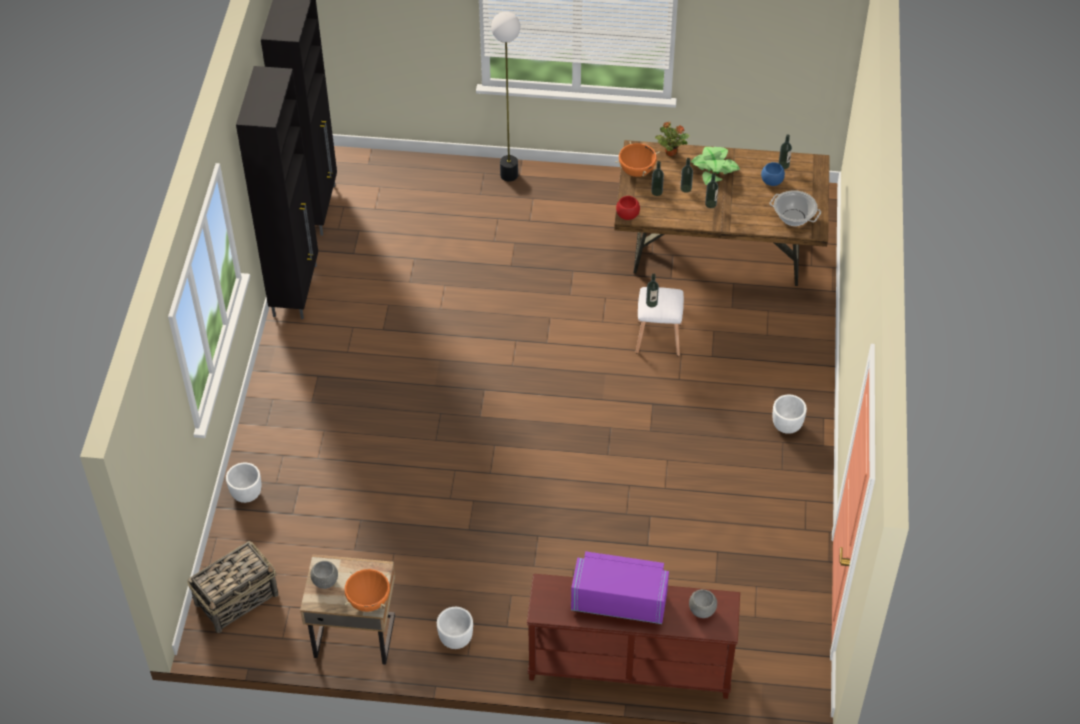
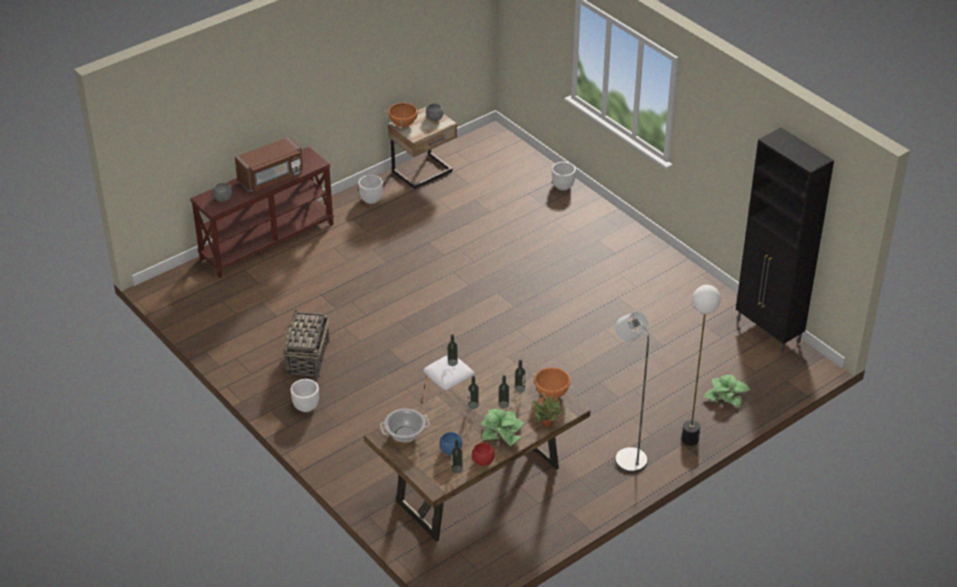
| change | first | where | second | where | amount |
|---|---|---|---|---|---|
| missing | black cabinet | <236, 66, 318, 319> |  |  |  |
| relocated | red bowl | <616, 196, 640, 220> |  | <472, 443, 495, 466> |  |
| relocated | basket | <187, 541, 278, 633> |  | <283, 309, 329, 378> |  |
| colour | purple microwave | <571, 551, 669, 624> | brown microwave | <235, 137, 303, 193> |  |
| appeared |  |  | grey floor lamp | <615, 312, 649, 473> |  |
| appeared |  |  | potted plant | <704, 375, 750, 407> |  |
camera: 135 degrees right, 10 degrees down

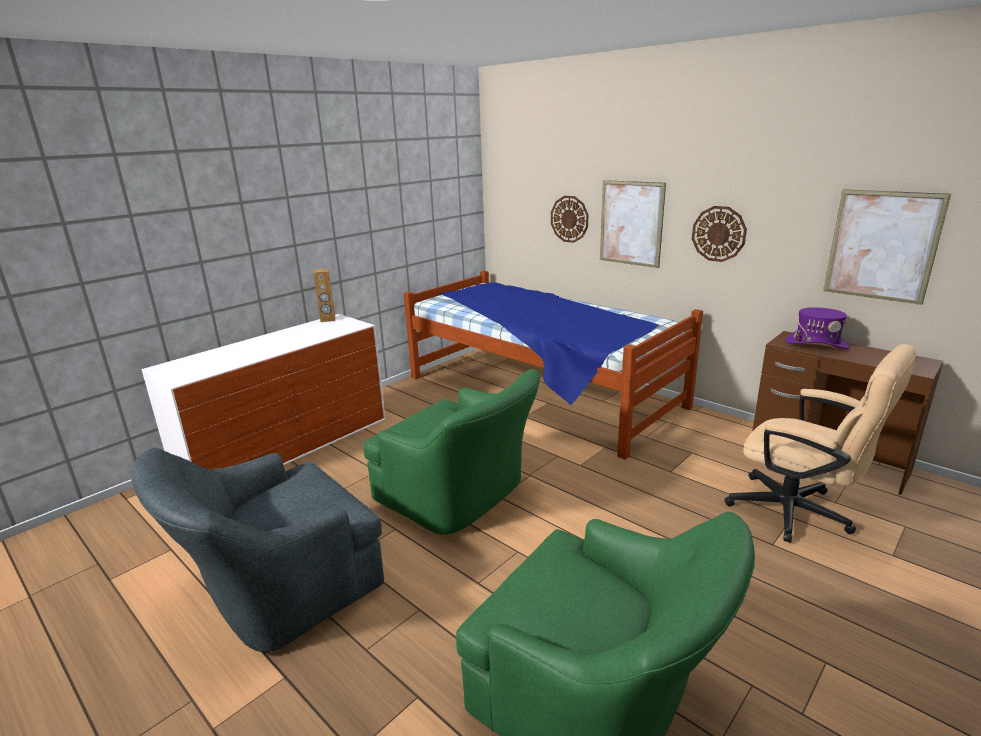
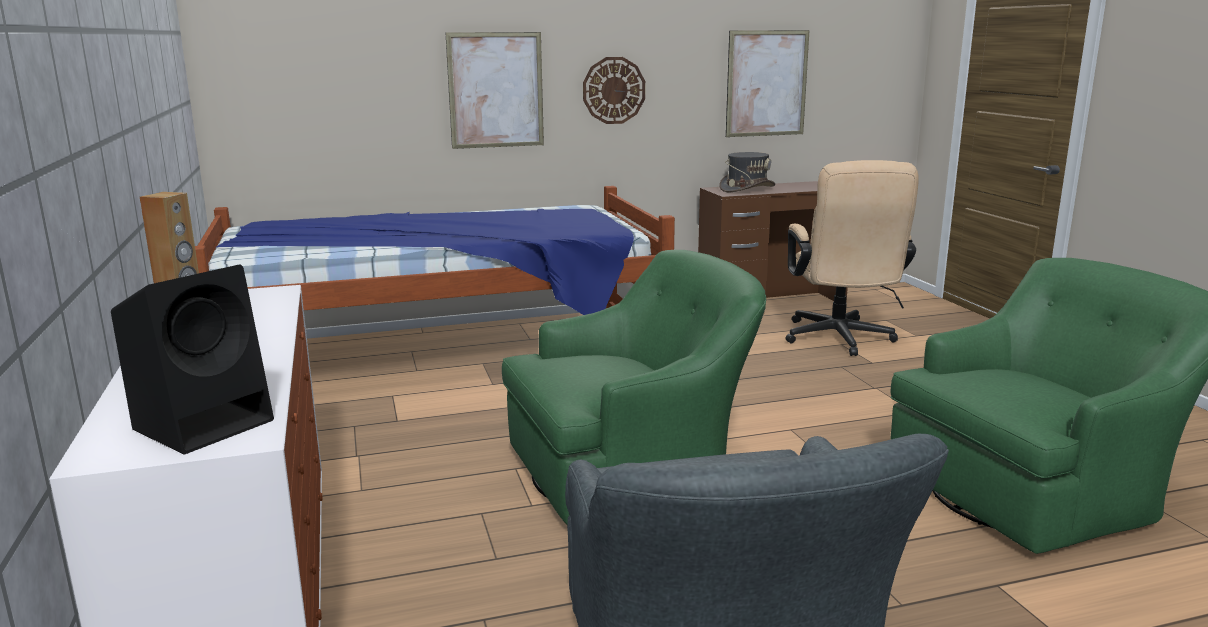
| change | first | where | second | where | amount |
|---|---|---|---|---|---|
| missing | wall clock | <551, 196, 588, 243> |  |  |  |
| colour | purple hat | <785, 307, 850, 349> | grey hat | <719, 152, 775, 193> |  |
| spun | beige office chair | <725, 344, 916, 543> |  | <785, 160, 919, 356> | 105 degrees clockwise |
| appeared |  |  | black speaker | <111, 265, 274, 454> |  |
camera: 60 degrees left, 5 degrees down

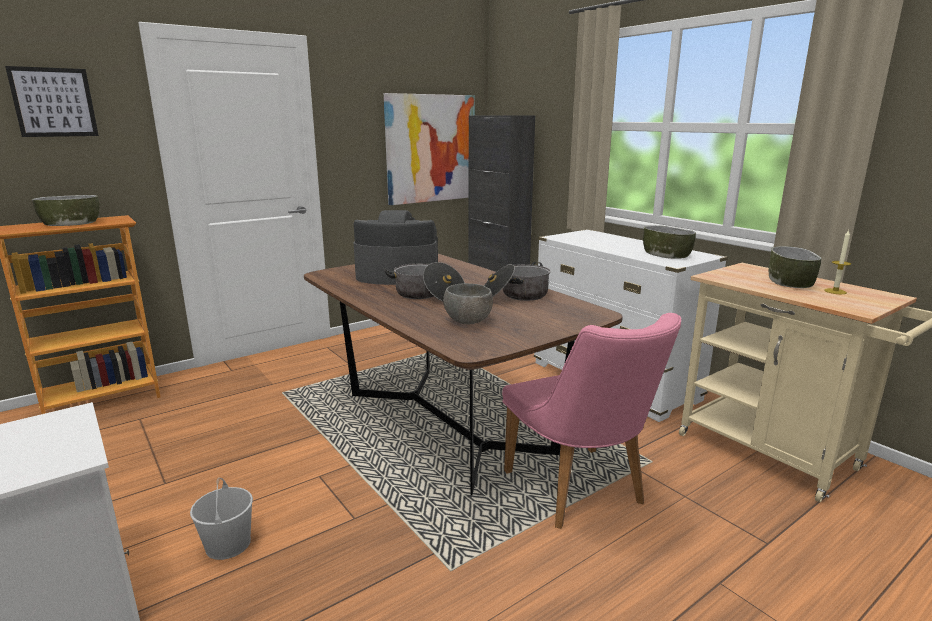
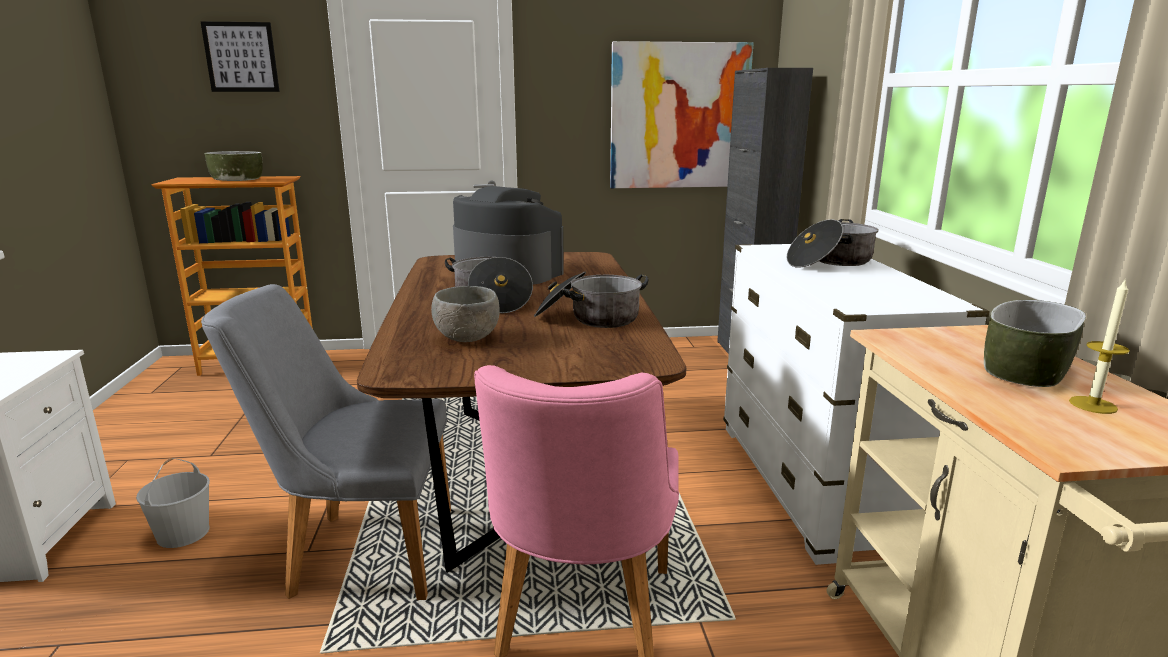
| change | first | where | second | where | amount |
|---|---|---|---|---|---|
| missing | bowl | <643, 225, 696, 259> |  |  |  |
| appeared |  |  | cooking pot | <787, 219, 879, 268> |  |
| appeared |  |  | grey chair | <201, 284, 451, 600> |  |
camera: 30 degrees right, 0 degrees up

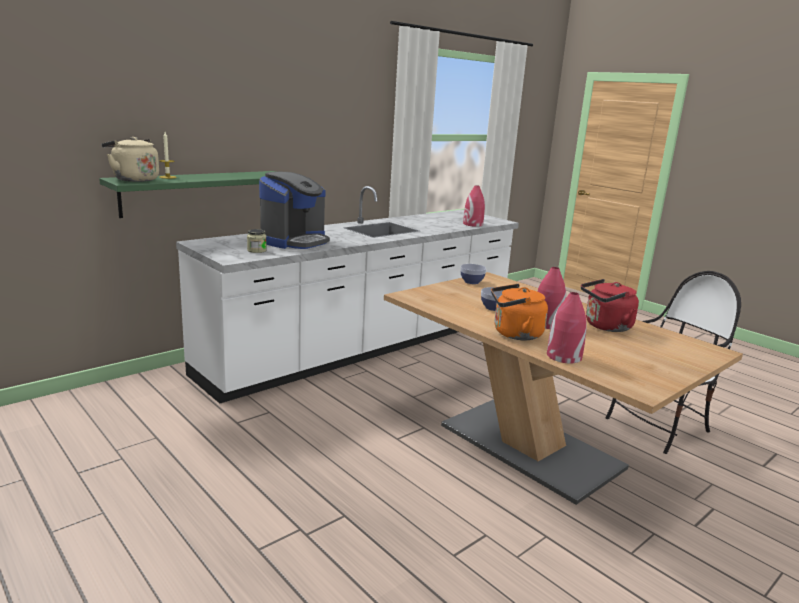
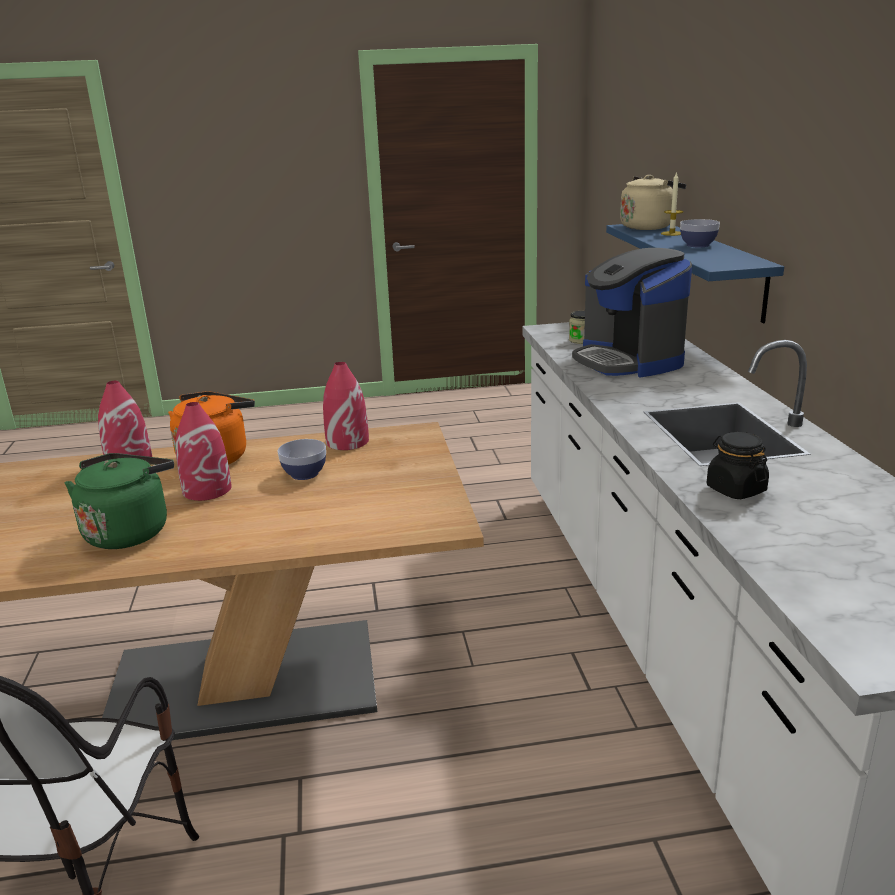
| change | first | where | second | where | amount |
|---|---|---|---|---|---|
| colour | green shelf | <99, 171, 276, 218> | blue shelf | <606, 224, 784, 323> |  |
| relocated | red vase | <463, 185, 485, 227> |  | <323, 362, 369, 450> |  |
| relocated | bowl | <460, 264, 486, 284> |  | <680, 219, 720, 247> |  |
| colour | red kettle | <581, 279, 639, 332> | green kettle | <65, 453, 174, 549> |  |
| appeared |  |  | black jar | <706, 432, 769, 499> |  |
camera: 125 degrees right, 5 degrees up

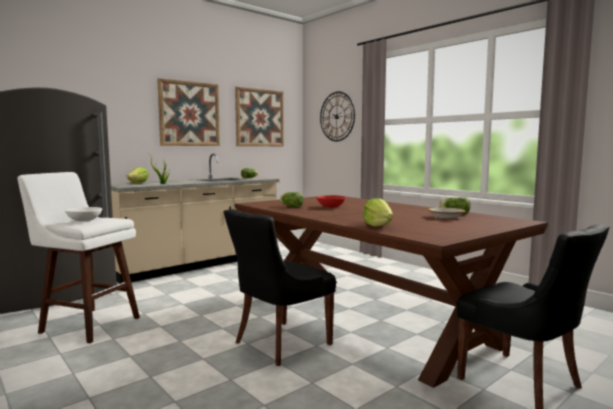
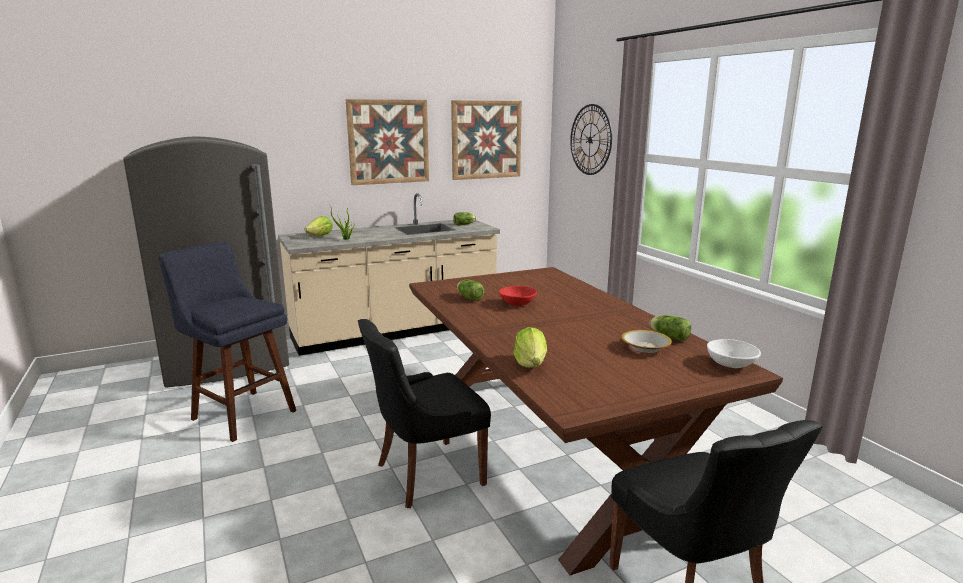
| change | first | where | second | where | amount |
|---|---|---|---|---|---|
| colour | white stool | <17, 172, 140, 343> | blue stool | <158, 242, 296, 442> |  |
| relocated | white bowl | <65, 207, 102, 221> |  | <707, 339, 761, 368> |  |
camera: 15 degrees right, 10 degrees up

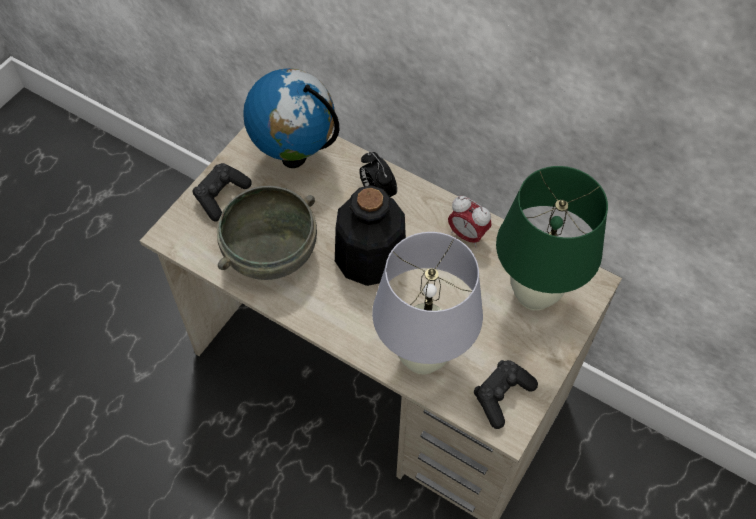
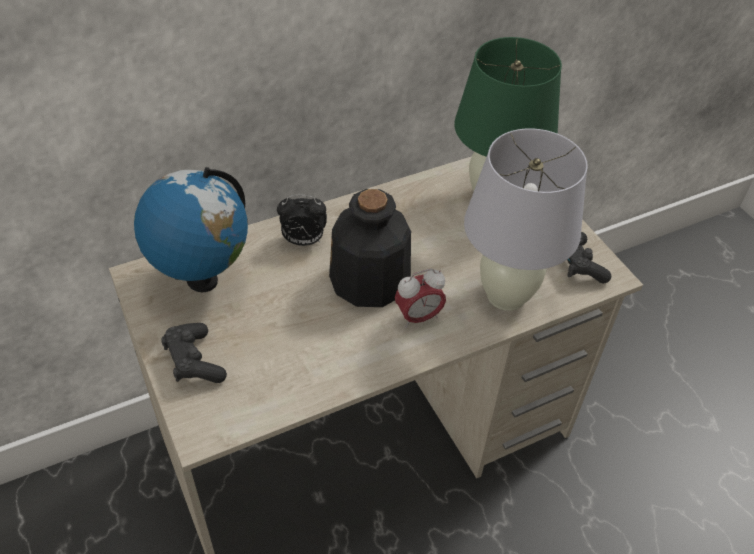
| change | first | where | second | where | amount |
|---|---|---|---|---|---|
| missing | grey bowl | <217, 186, 317, 280> |  |  |  |
| relocated | alarm clock | <448, 196, 491, 247> |  | <395, 269, 446, 328> |  |
camera: 60 degrees left, 10 degrees down

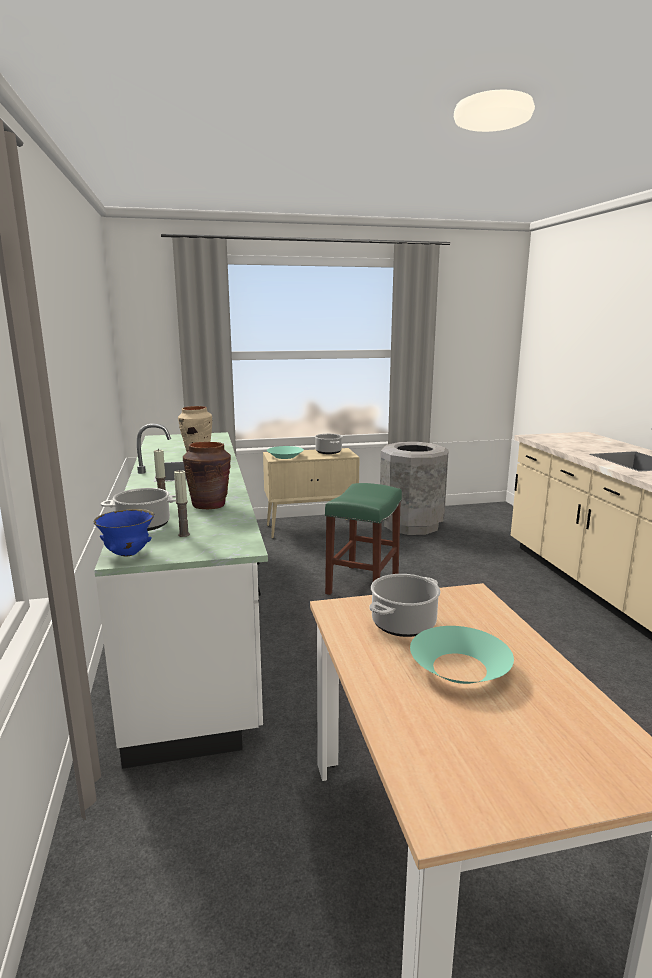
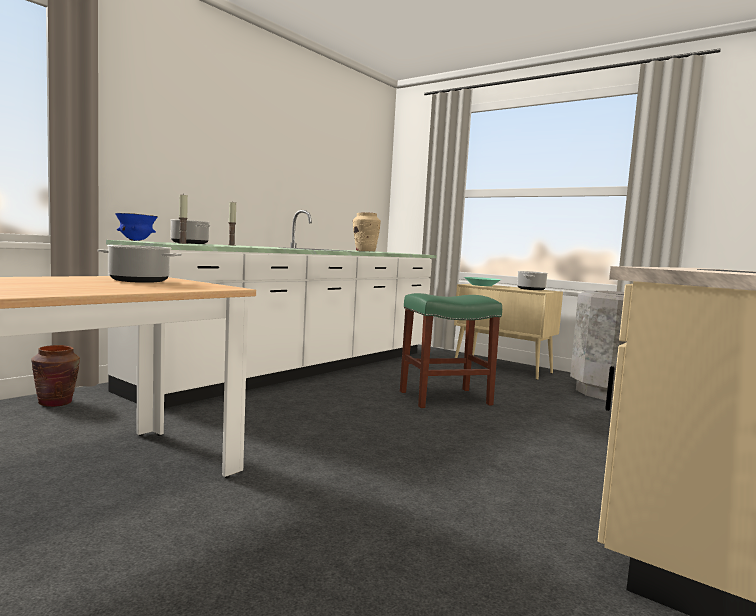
| change | first | where | second | where | amount |
|---|---|---|---|---|---|
| relocated | brown vase | <183, 442, 231, 509> |  | <31, 345, 80, 407> |  |
| missing | turquoise bowl | <410, 626, 514, 684> |  |  |  |
camera: 50 degrees right, 10 degrees down

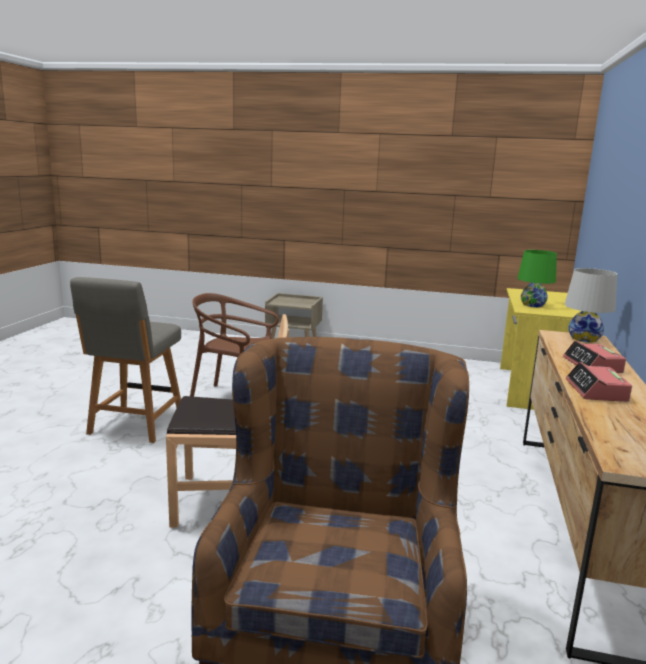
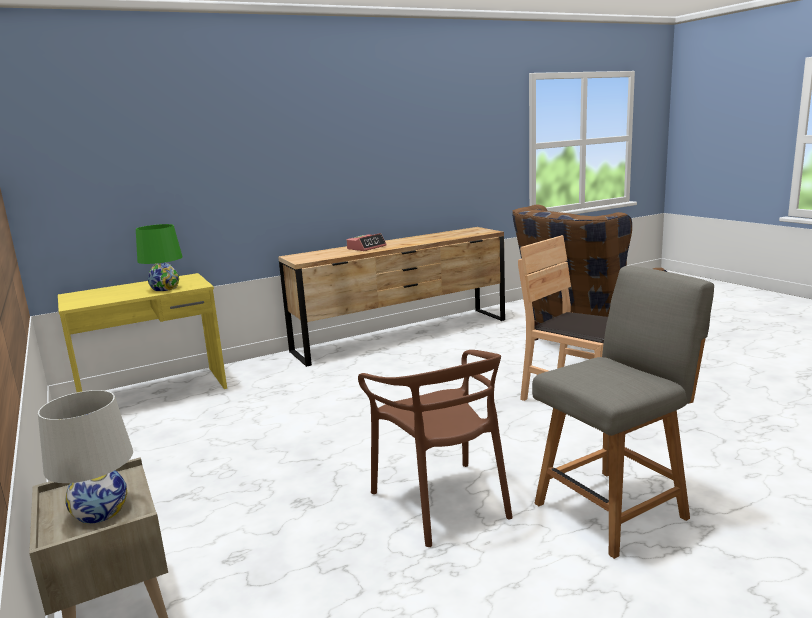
| change | first | where | second | where | amount |
|---|---|---|---|---|---|
| relocated | white table lamp | <565, 268, 617, 343> |  | <38, 390, 133, 524> |  |
| missing | alarm clock | <566, 362, 632, 402> |  |  |  |
camera: 130 degrees left, 0 degrees up

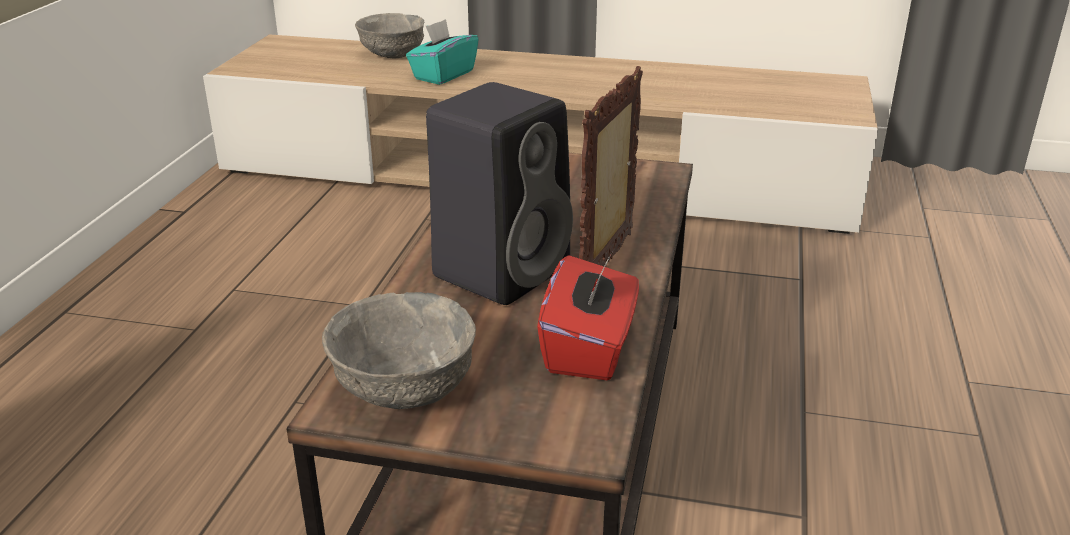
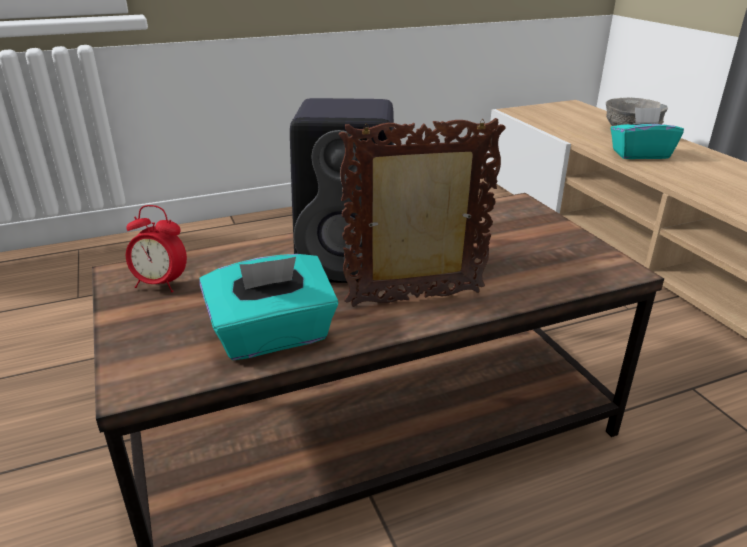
| change | first | where | second | where | amount |
|---|---|---|---|---|---|
| colour | red tissue box | <537, 253, 639, 380> | turquoise tissue box | <199, 254, 339, 360> |  |
| exchanged | grey bowl | <322, 292, 476, 409> | alarm clock | <126, 205, 187, 292> |  |
camera: 55 degrees right, 0 degrees up

